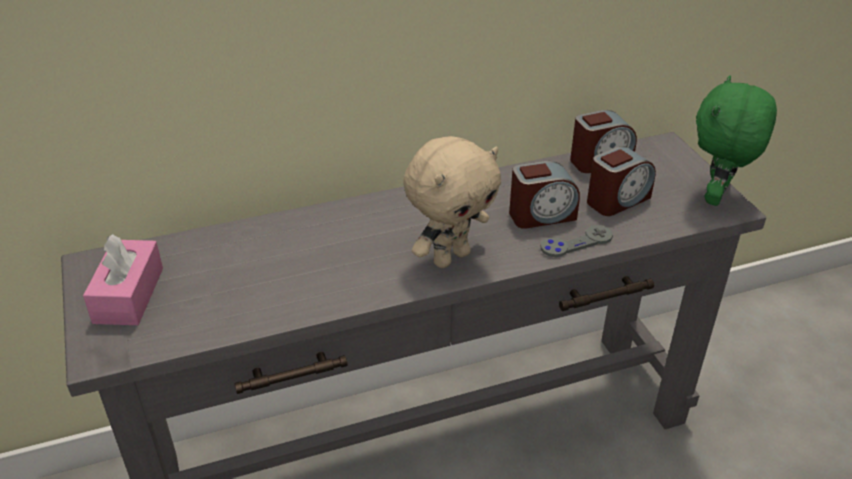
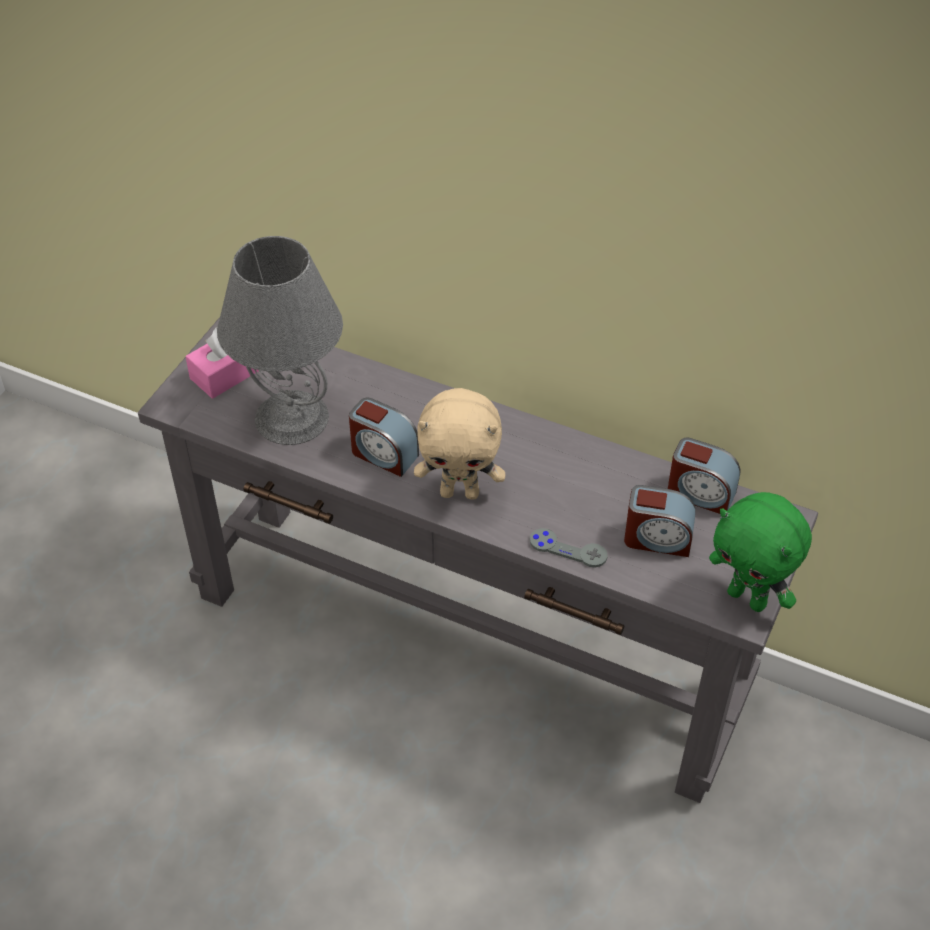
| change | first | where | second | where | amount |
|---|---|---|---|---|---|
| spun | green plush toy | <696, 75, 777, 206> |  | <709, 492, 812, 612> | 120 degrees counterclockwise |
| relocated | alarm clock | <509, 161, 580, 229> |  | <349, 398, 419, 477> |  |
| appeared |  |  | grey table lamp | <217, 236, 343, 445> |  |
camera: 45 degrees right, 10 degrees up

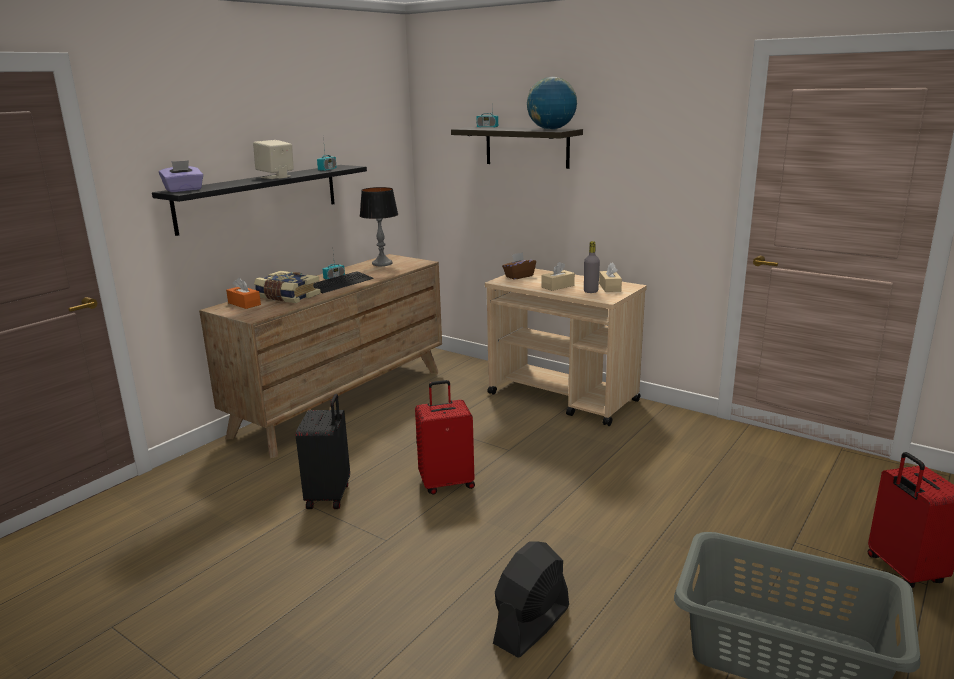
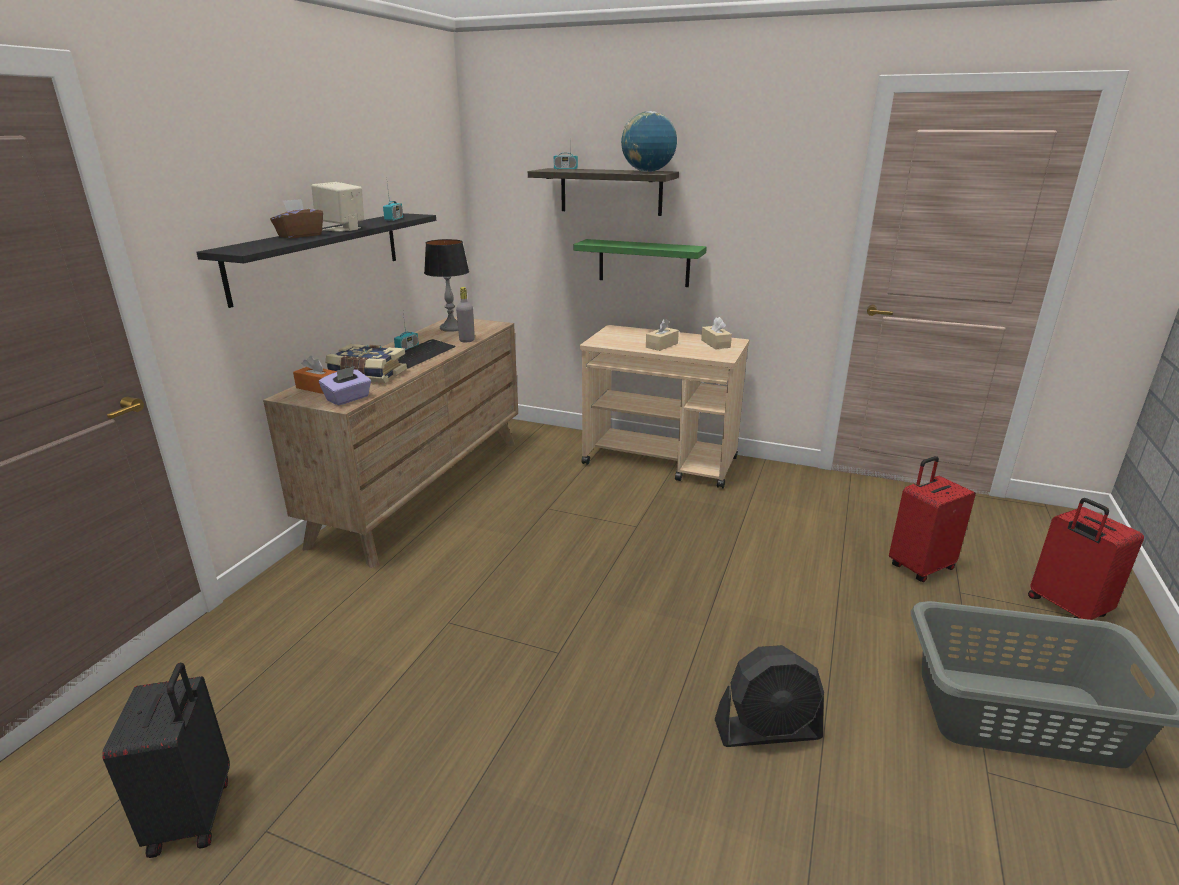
| change | first | where | second | where | amount |
|---|---|---|---|---|---|
| relocated | purple tissue box | <159, 160, 203, 192> |  | <319, 366, 371, 405> |  |
| relocated | grey bottle | <584, 241, 600, 293> |  | <456, 287, 475, 342> |  |
| relocated | brown tissue box | <502, 252, 536, 280> |  | <270, 199, 323, 238> |  |
| relocated | red suitcase | <415, 380, 475, 495> |  | <889, 456, 976, 582> |  |
| relocated | black suitcase | <296, 394, 350, 509> |  | <102, 663, 230, 858> |  |
| spun | black fan | <493, 541, 569, 658> |  | <715, 645, 824, 747> | 120 degrees counterclockwise |
| appeared |  |  | green shelf | <573, 239, 707, 287> |  |
camera: 15 degrees left, 5 degrees up

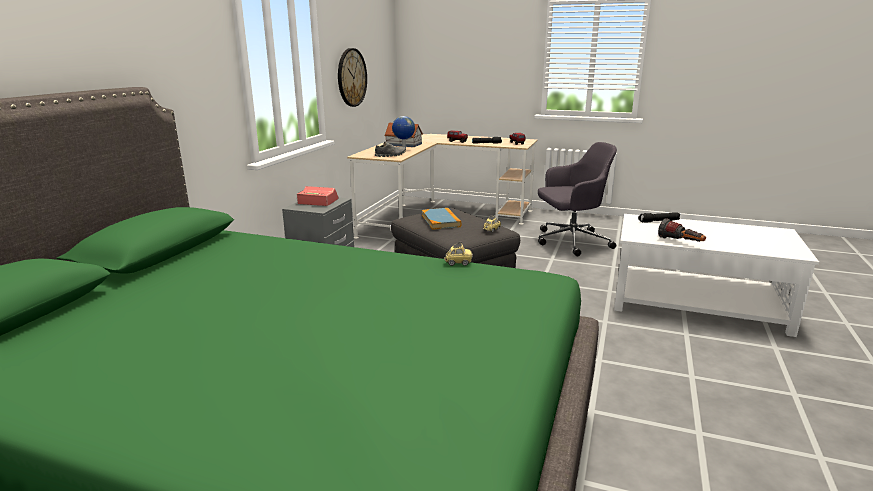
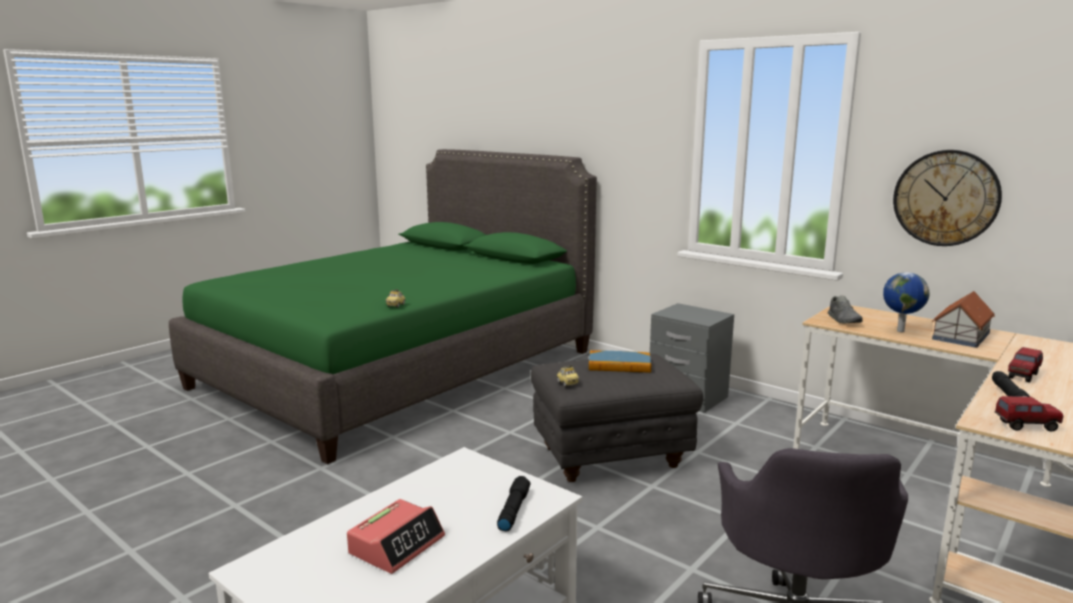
| change | first | where | second | where | amount |
|---|---|---|---|---|---|
| relocated | alarm clock | <297, 186, 338, 206> |  | <347, 499, 445, 574> |  |
| missing | flashlight | <658, 218, 706, 242> |  |  |  |
camera: 110 degrees right, 5 degrees down

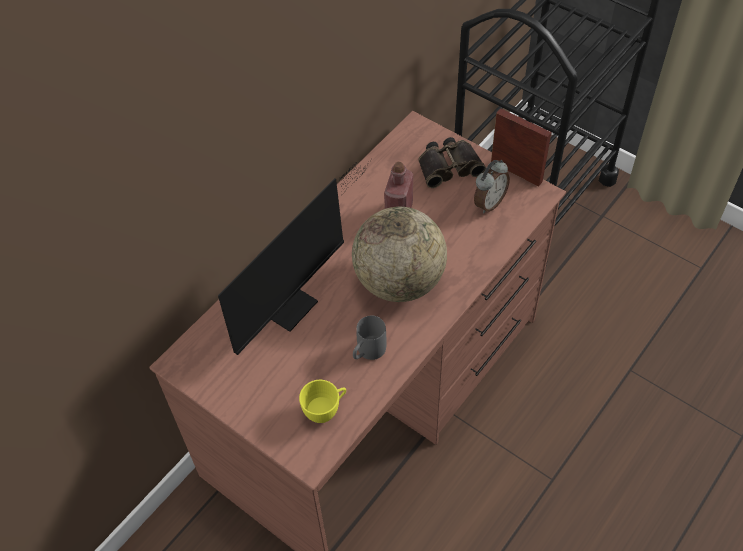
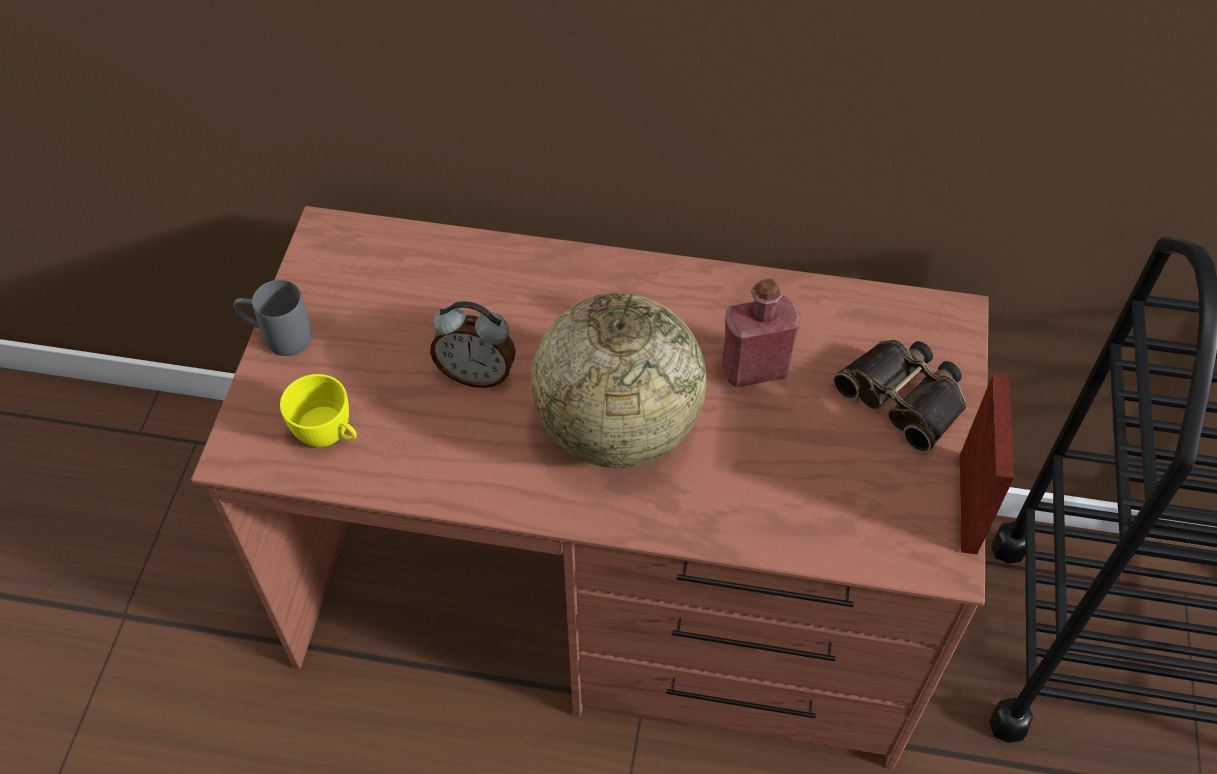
| change | first | where | second | where | amount |
|---|---|---|---|---|---|
| relocated | alarm clock | <474, 160, 510, 213> |  | <430, 301, 516, 388> |  |
| missing | monitor | <218, 162, 364, 355> |  |  |  |
| relocated | grey mug | <353, 316, 386, 360> |  | <234, 280, 312, 356> |  |
camera: 60 degrees right, 0 degrees up

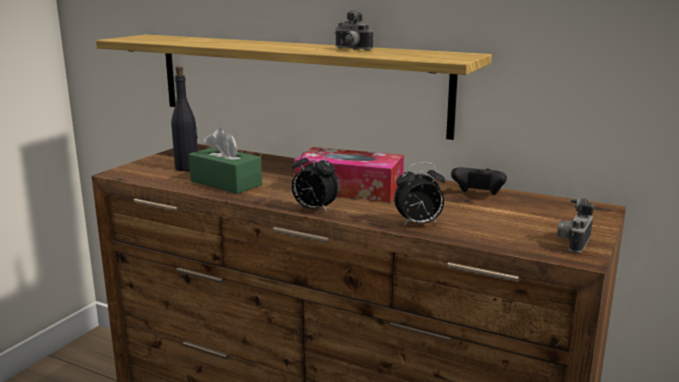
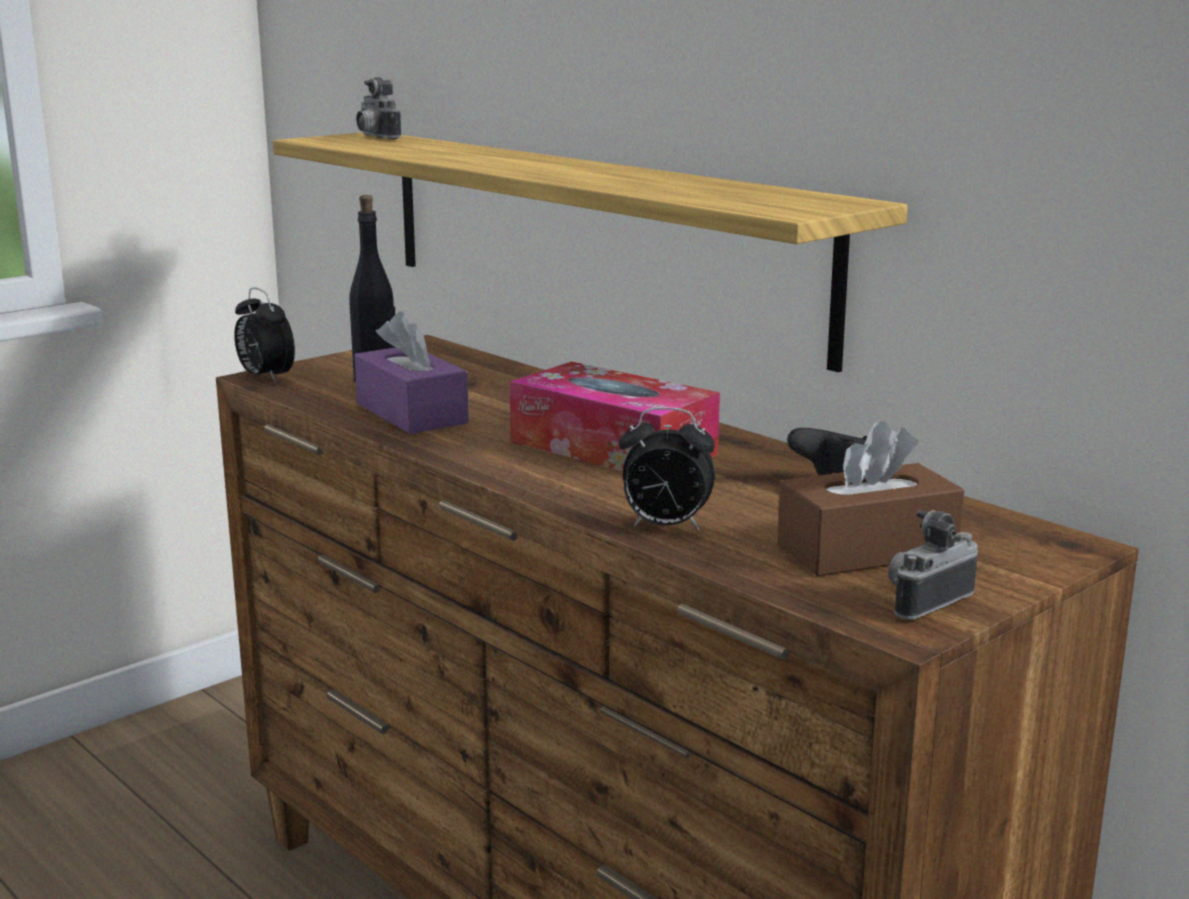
| change | first | where | second | where | amount |
|---|---|---|---|---|---|
| relocated | photo camera | <334, 10, 373, 50> |  | <356, 77, 402, 139> |  |
| colour | green tissue box | <189, 128, 262, 194> | purple tissue box | <354, 311, 469, 434> |  |
| relocated | alarm clock | <292, 151, 339, 213> |  | <234, 287, 295, 383> |  |
| appeared |  |  | brown tissue box | <778, 421, 965, 576> |  |
camera: 20 degrees right, 0 degrees up

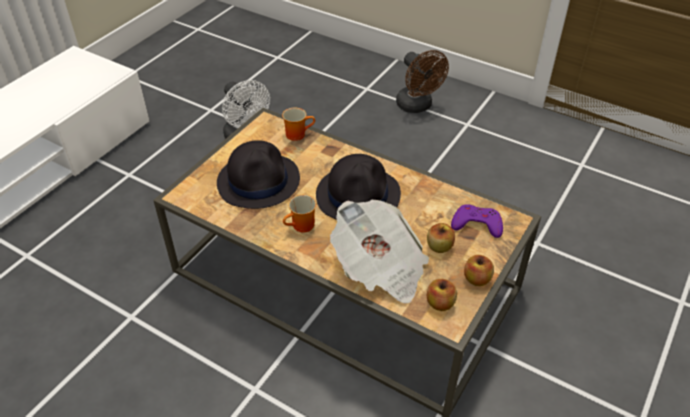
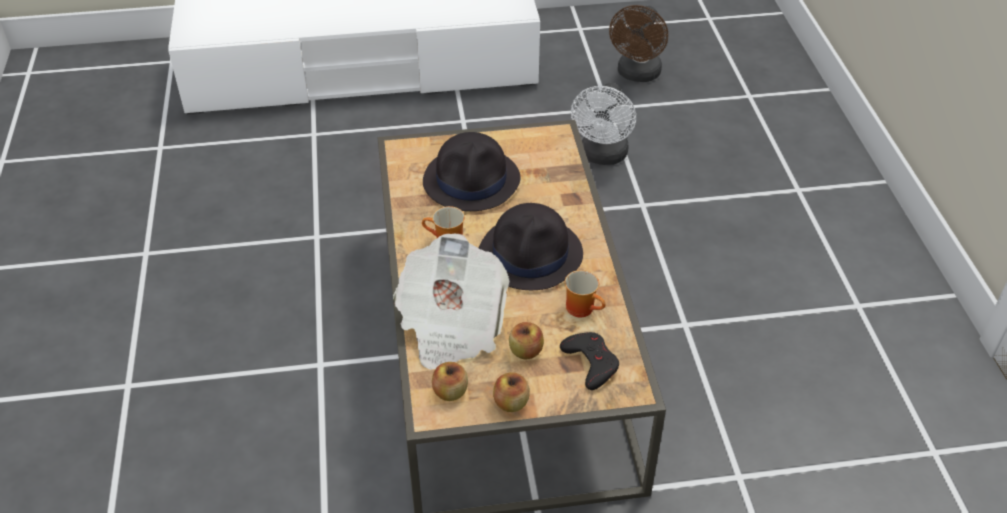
| change | first | where | second | where | amount |
|---|---|---|---|---|---|
| relocated | brown fan | <396, 50, 449, 113> |  | <609, 5, 668, 82> |  |
| relocated | mug | <282, 108, 315, 141> |  | <565, 270, 606, 317> |  |
| colour | purple game controller | <451, 204, 503, 238> | black game controller | <560, 332, 619, 390> |  |
camera: 50 degrees right, 0 degrees up

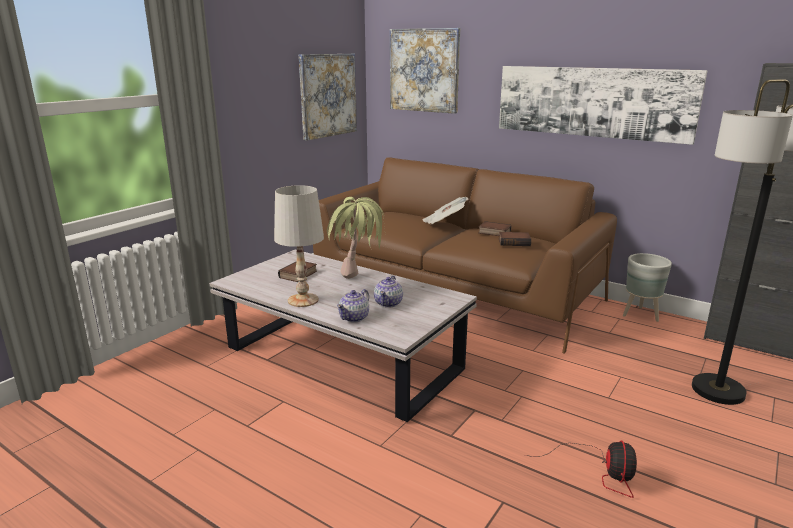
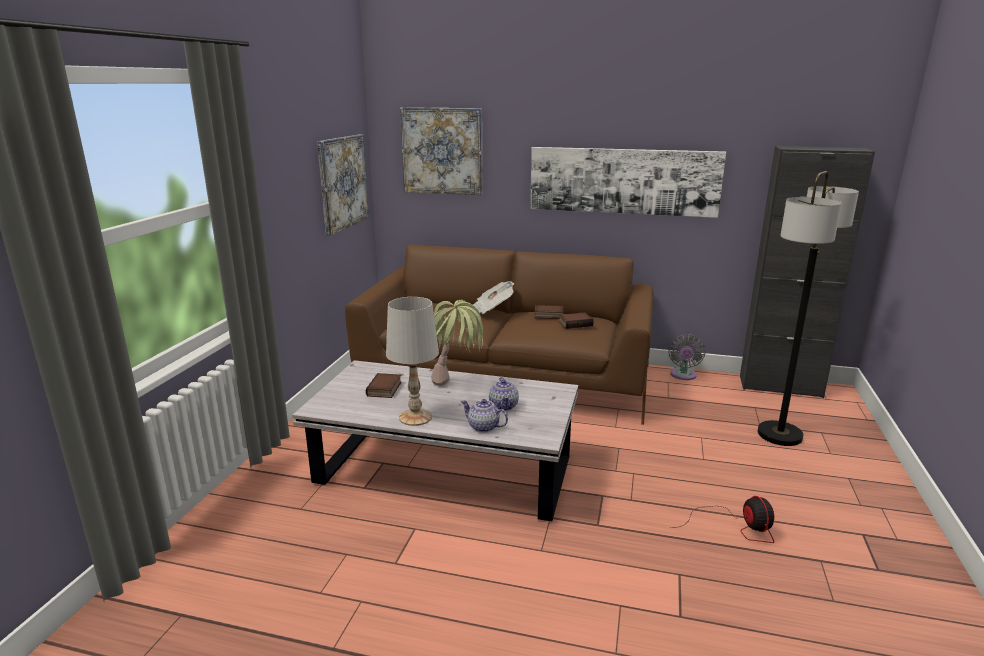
| change | first | where | second | where | amount |
|---|---|---|---|---|---|
| exchanged | grey planter | <623, 253, 672, 322> | grey fan | <668, 334, 706, 380> |  |
| spun | teapot | <337, 289, 369, 323> |  | <461, 399, 508, 432> | 105 degrees clockwise |
camera: 20 degrees left, 0 degrees up

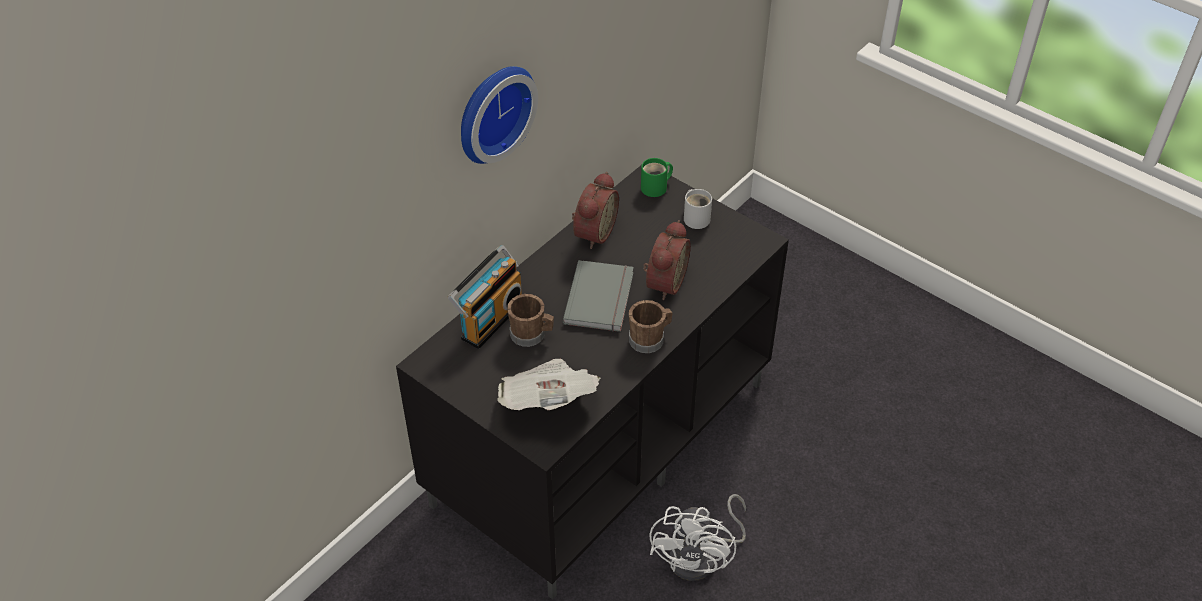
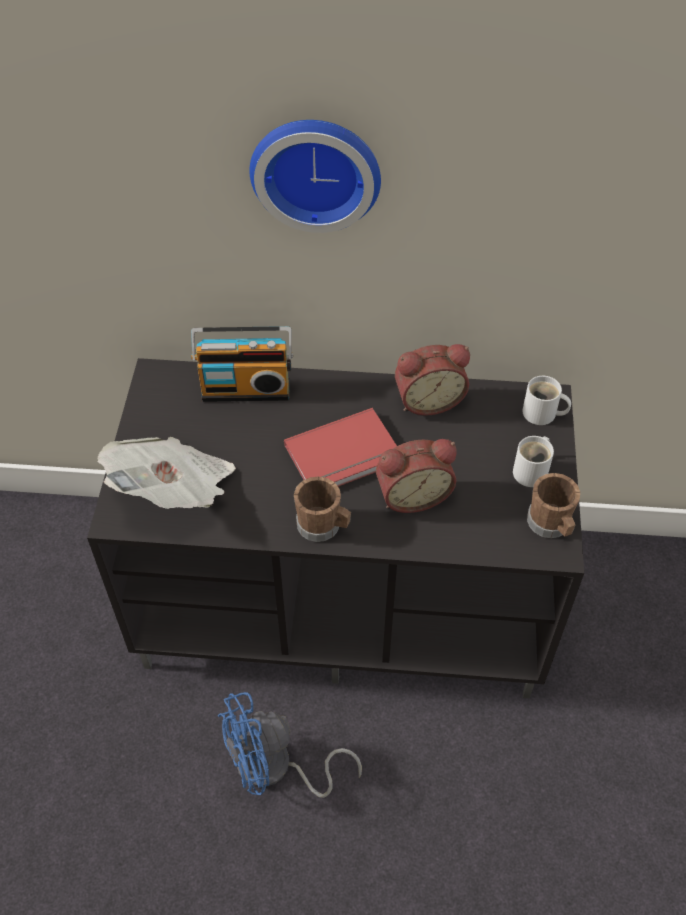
| change | first | where | second | where | amount |
|---|---|---|---|---|---|
| colour | green mug | <641, 158, 673, 197> | white mug | <522, 376, 571, 425> |  |
| colour | grey book | <563, 260, 634, 332> | red book | <284, 408, 397, 487> |  |
| relocated | brown mug | <507, 294, 554, 347> |  | <527, 473, 580, 538> |  |
| colour | white fan | <650, 494, 746, 581> | blue fan | <218, 692, 362, 798> |  |
camera: 55 degrees right, 5 degrees up

